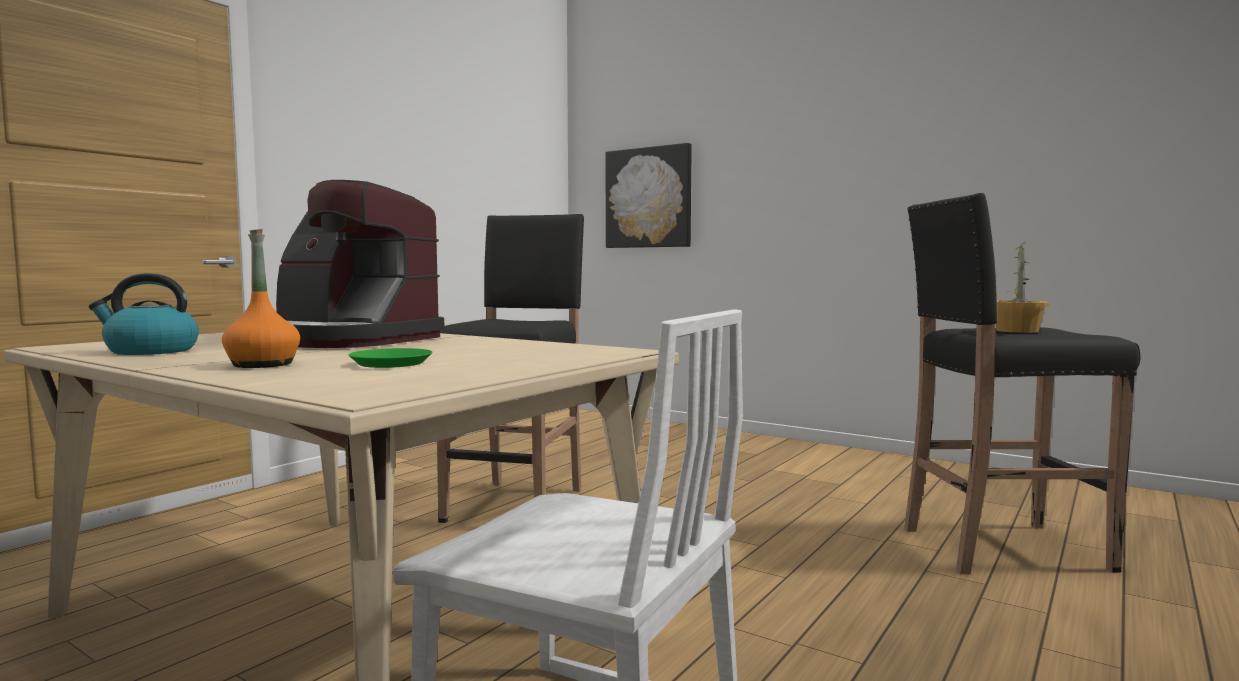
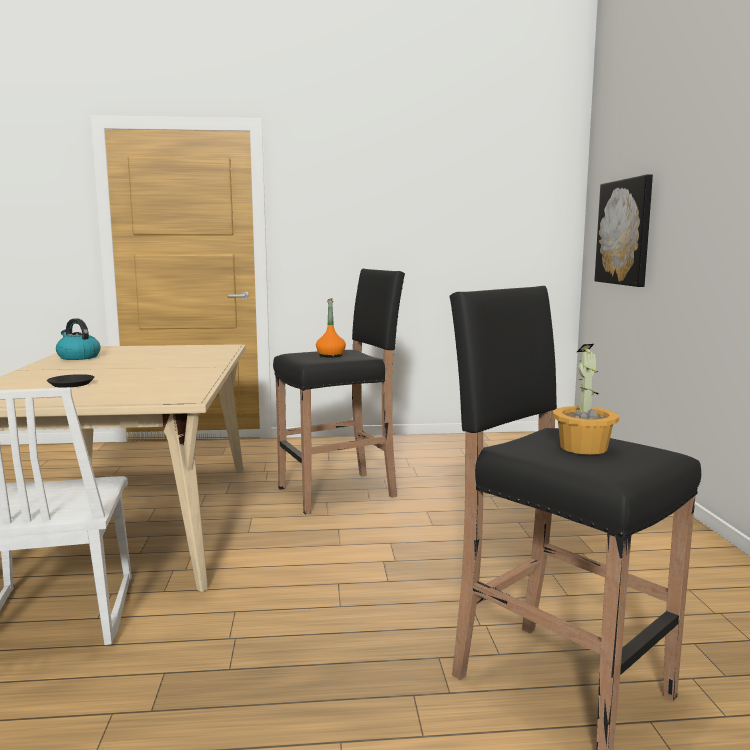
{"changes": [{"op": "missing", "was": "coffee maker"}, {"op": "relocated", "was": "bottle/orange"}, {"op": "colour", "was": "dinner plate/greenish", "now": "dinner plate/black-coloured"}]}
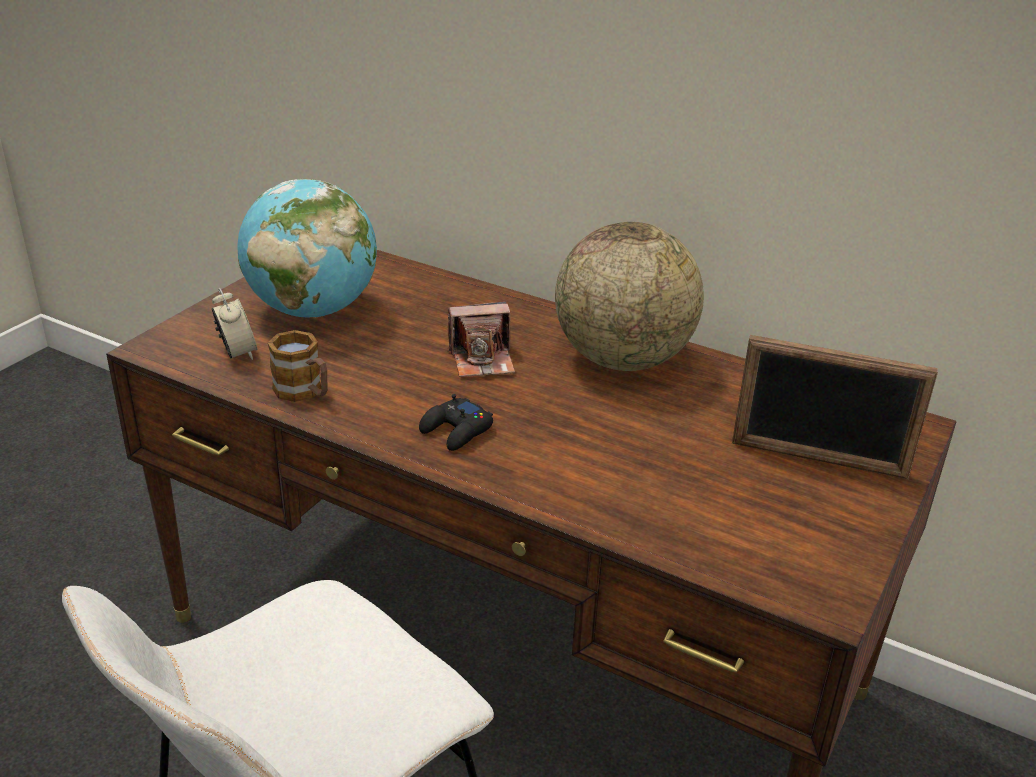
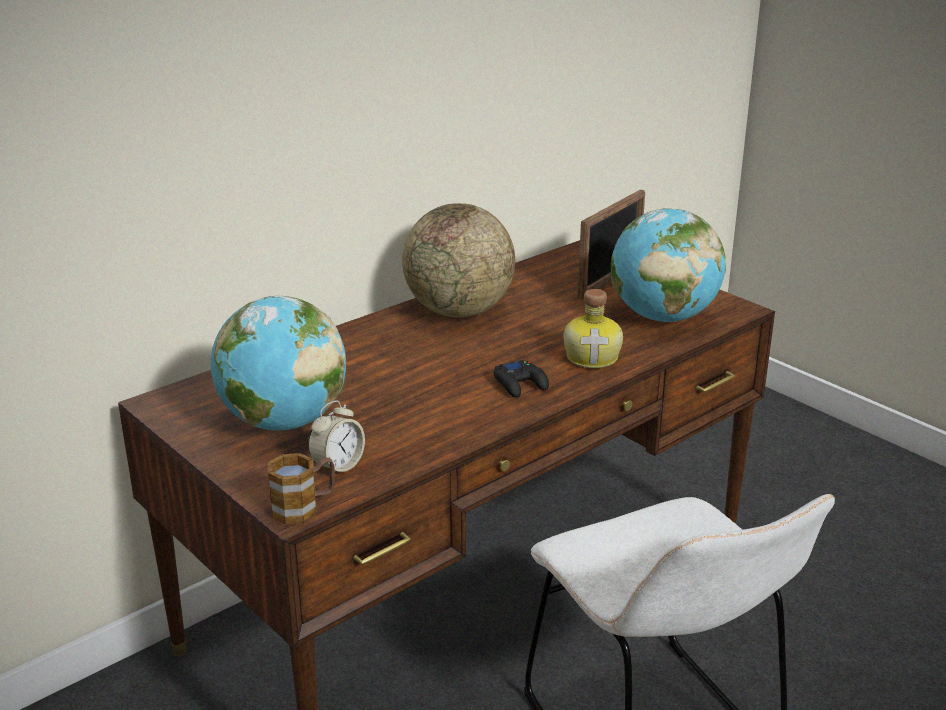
{"changes": [{"op": "missing", "was": "still camera"}, {"op": "appeared", "now": "bottle"}, {"op": "appeared", "now": "globe (no. 3 from left)"}, {"op": "relocated", "was": "coffee mug"}, {"op": "spun", "was": "alarm clock", "clockwise": 135}]}
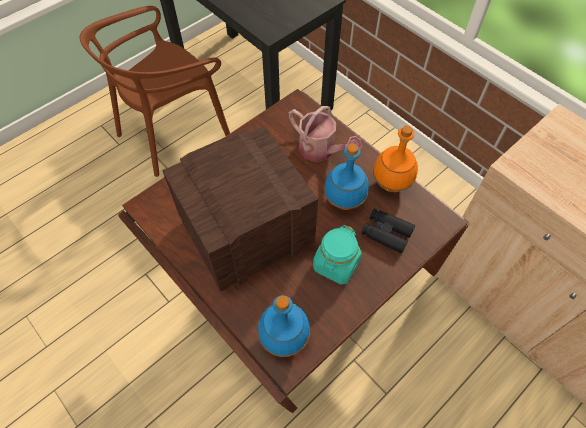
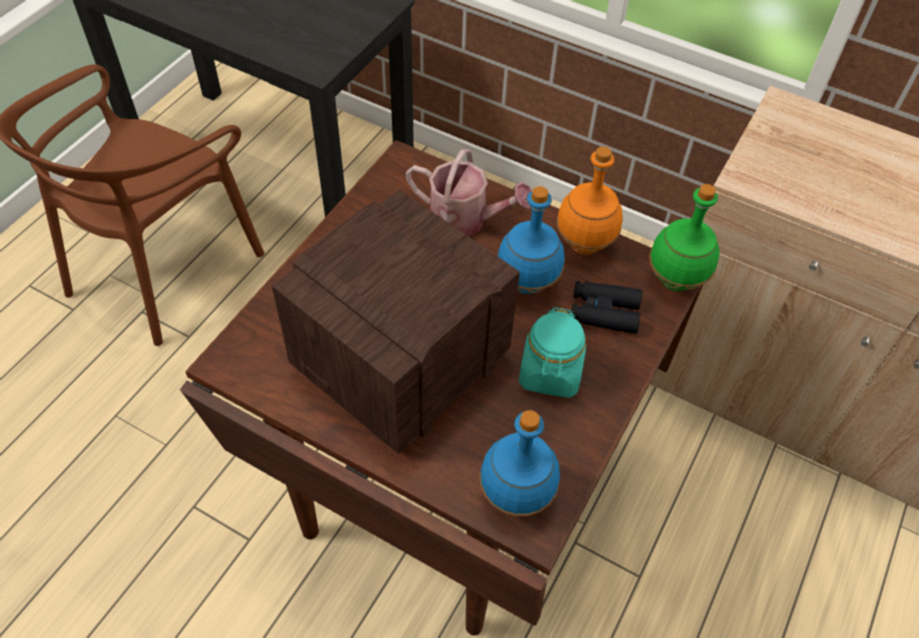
{"changes": [{"op": "appeared", "now": "bottle/greenish"}]}
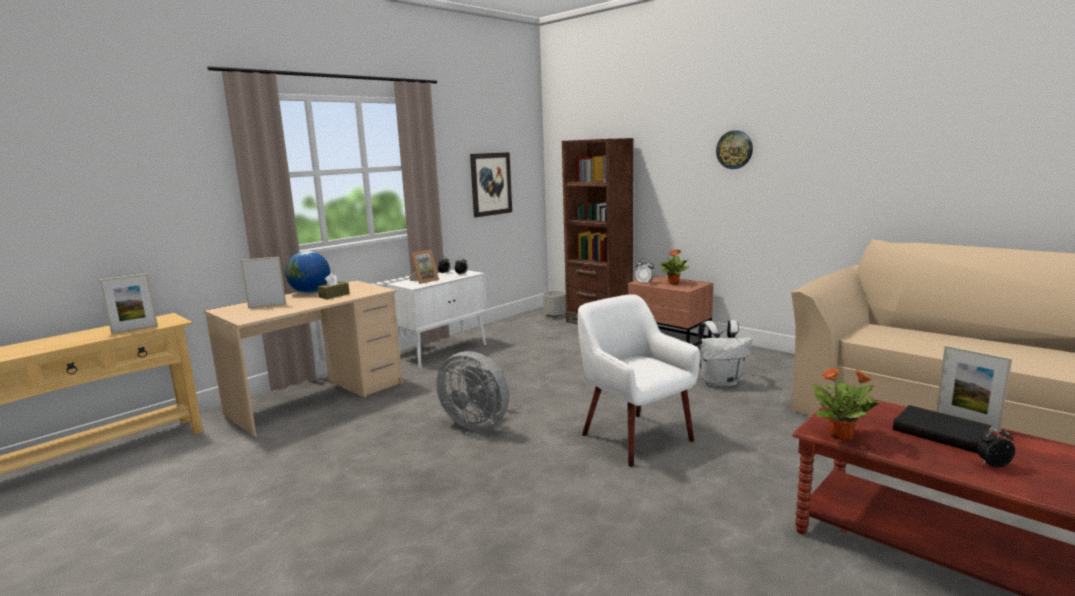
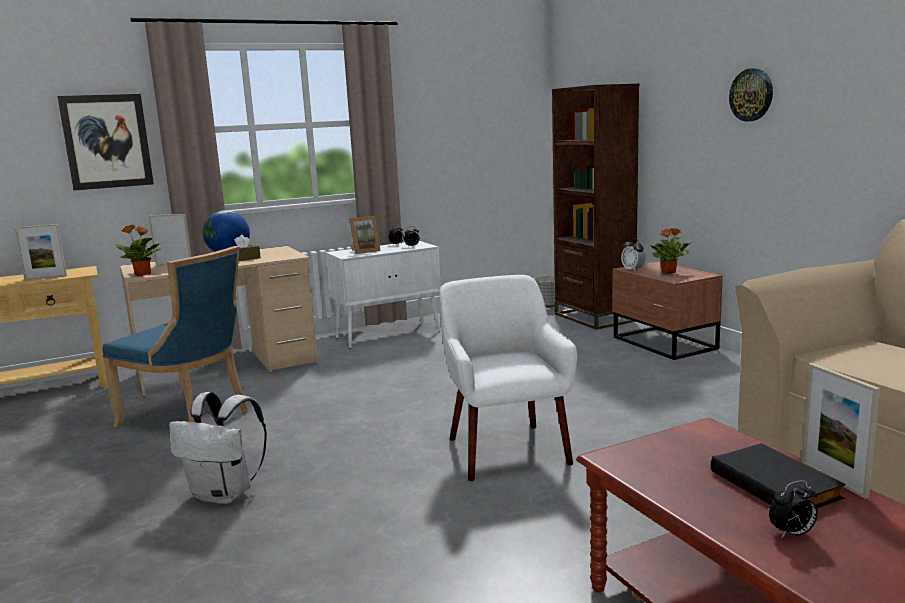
{"changes": [{"op": "missing", "was": "fan/grey"}, {"op": "appeared", "now": "chair/bluish"}, {"op": "relocated", "was": "wall art"}, {"op": "relocated", "was": "knapsack/white"}, {"op": "relocated", "was": "plant in a pot (no. 2 from left in the first image)", "now": "plant in a pot (no. 1 from left)"}, {"op": "spun", "was": "alarm clock (no. 4 from left)", "clockwise": 150}]}
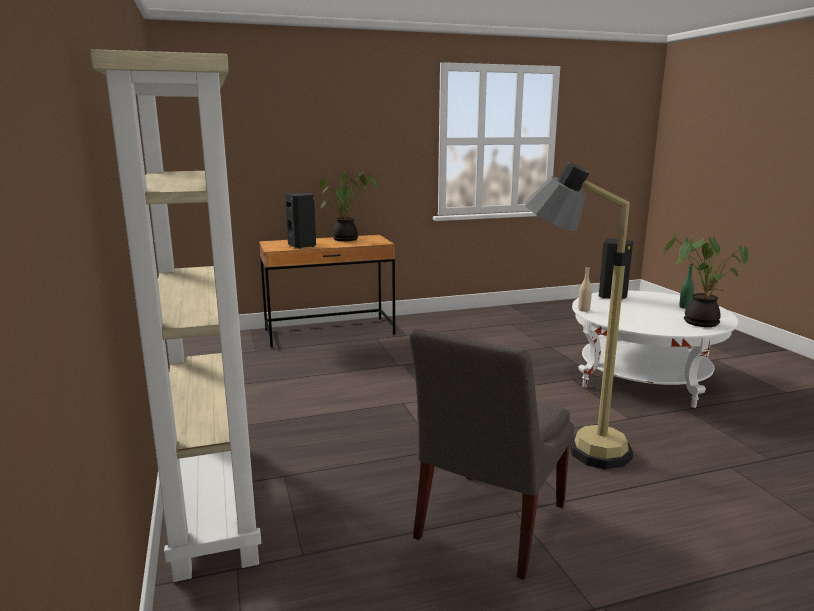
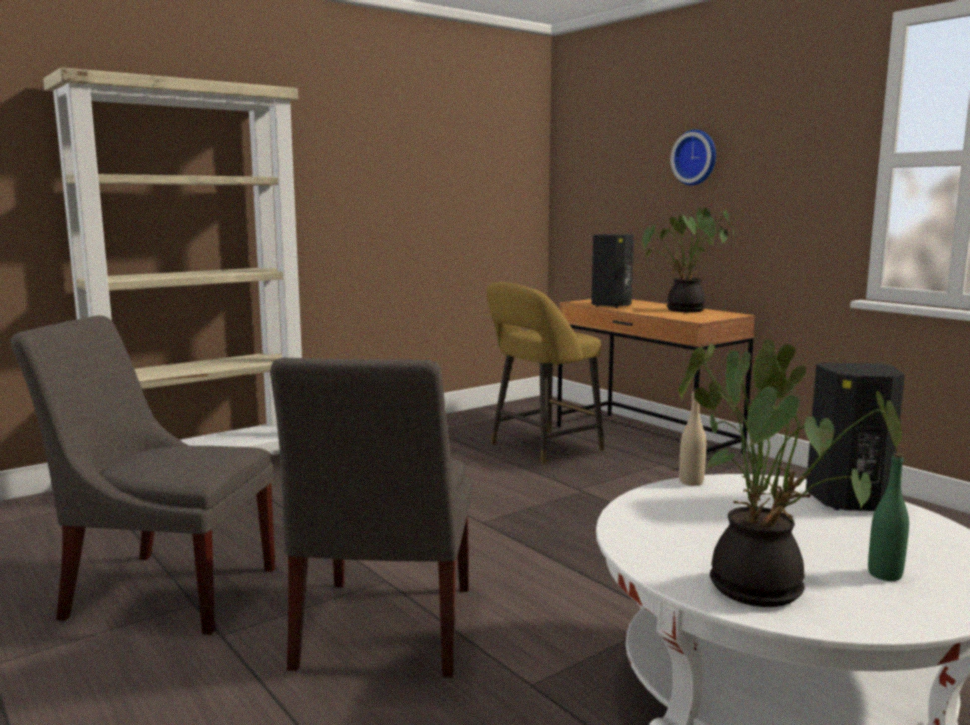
{"changes": [{"op": "appeared", "now": "sitting stool/yellow"}, {"op": "appeared", "now": "hanging clock"}, {"op": "exchanged", "was": "standard lamp", "now": "chair/grey (no. 2 from left)"}]}
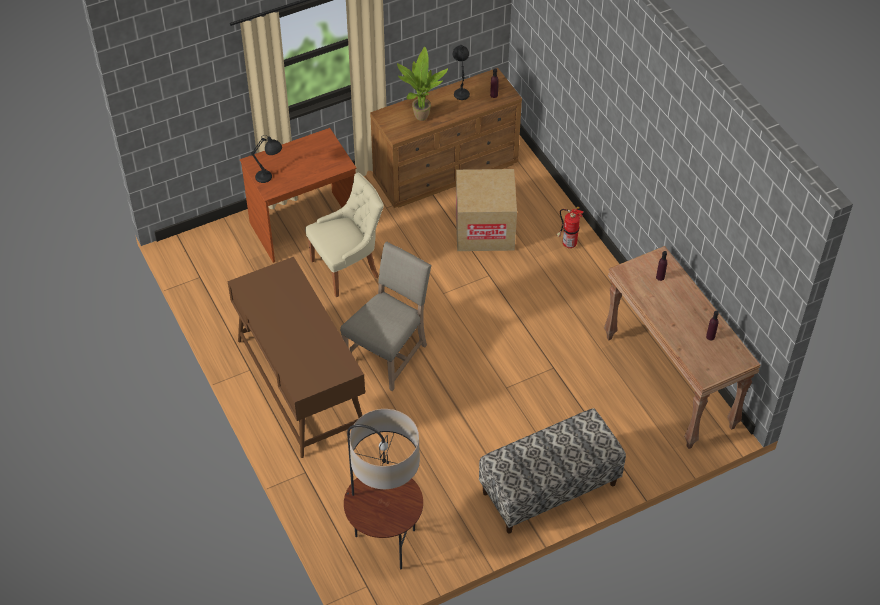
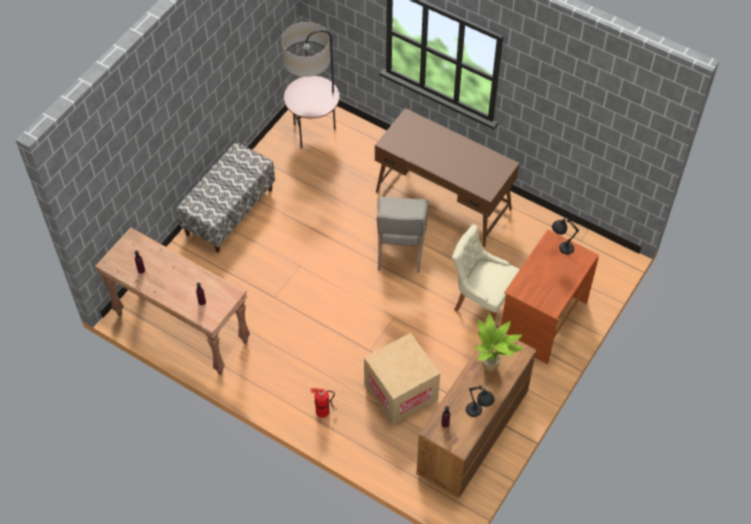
{"changes": [{"op": "spun", "was": "chair/beige (no. 1 from left in the first image)", "clockwise": 90}]}
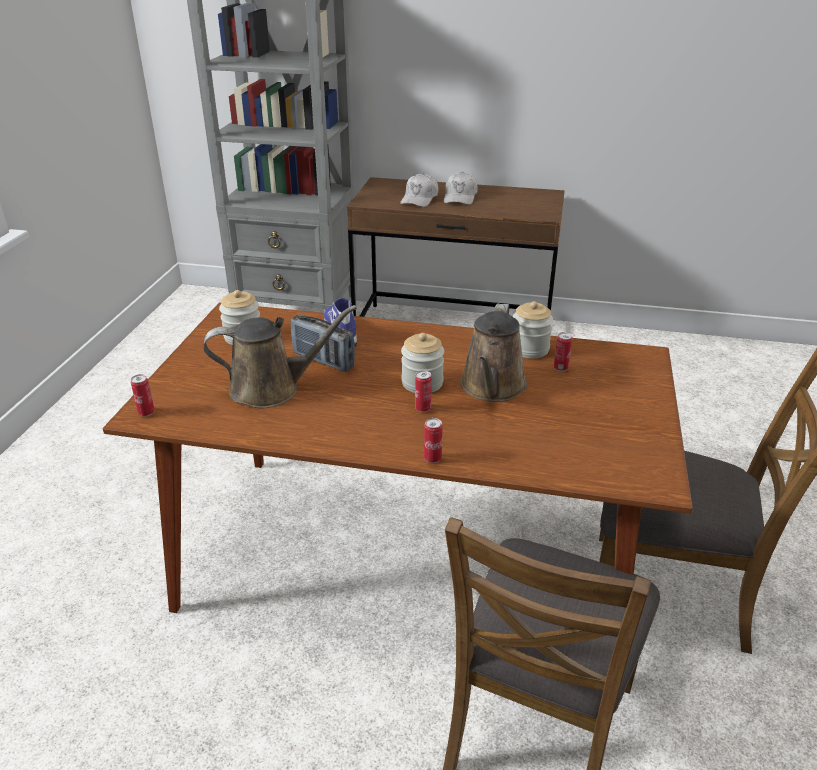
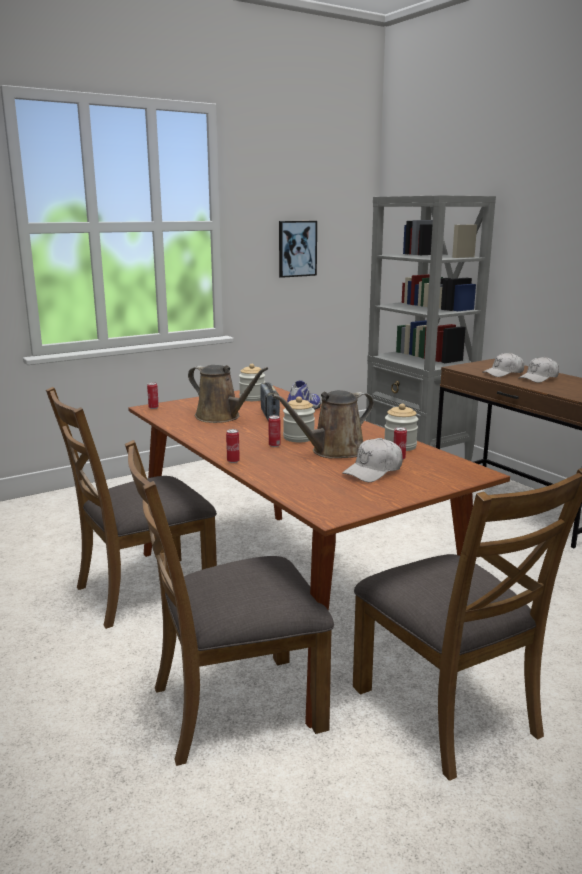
{"changes": [{"op": "appeared", "now": "chair/brownish (no. 1 from left)"}, {"op": "appeared", "now": "wall art"}, {"op": "appeared", "now": "cap/white (no. 1 from left)"}]}
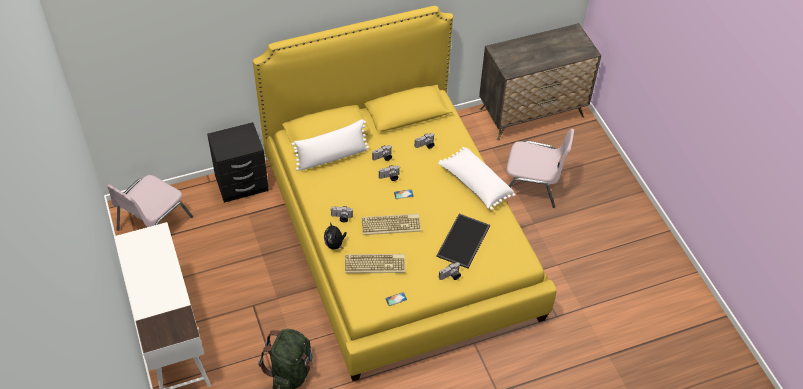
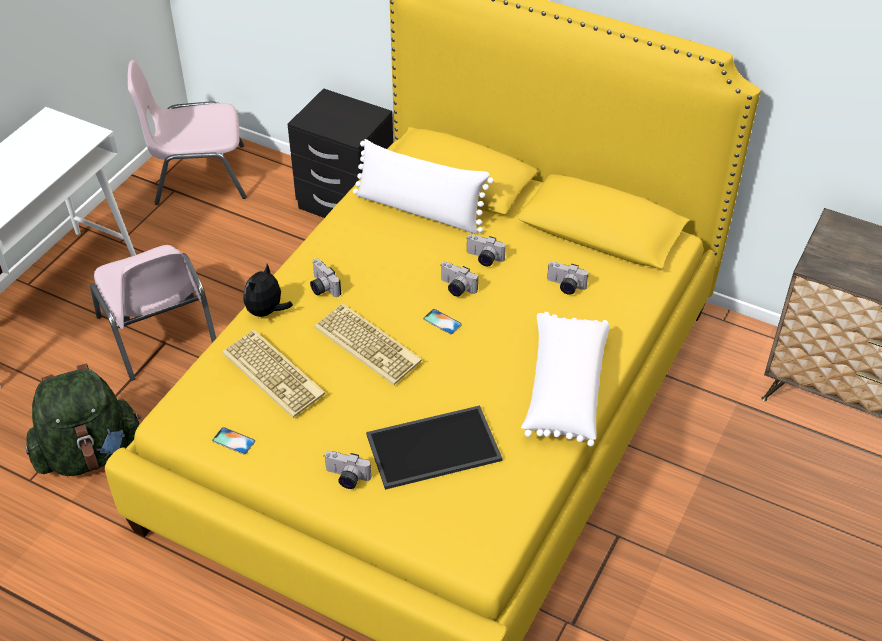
{"changes": [{"op": "relocated", "was": "chair/pink-coloured (no. 2 from left in the first image)", "now": "chair/pink-coloured (no. 1 from left)"}]}
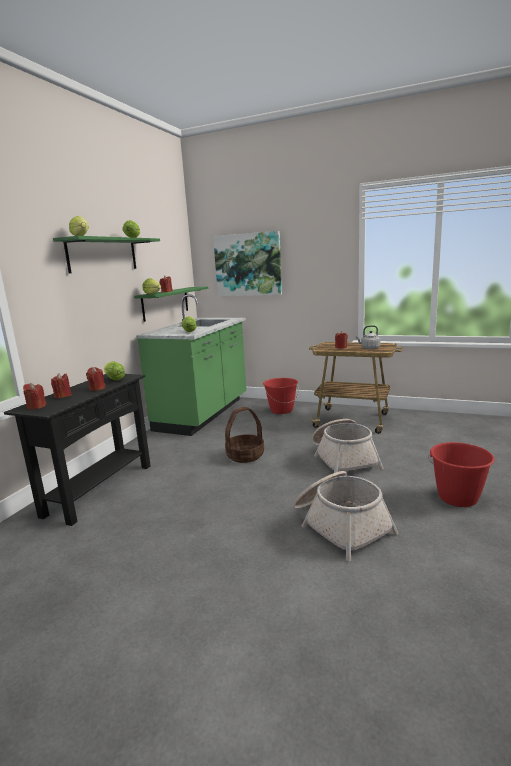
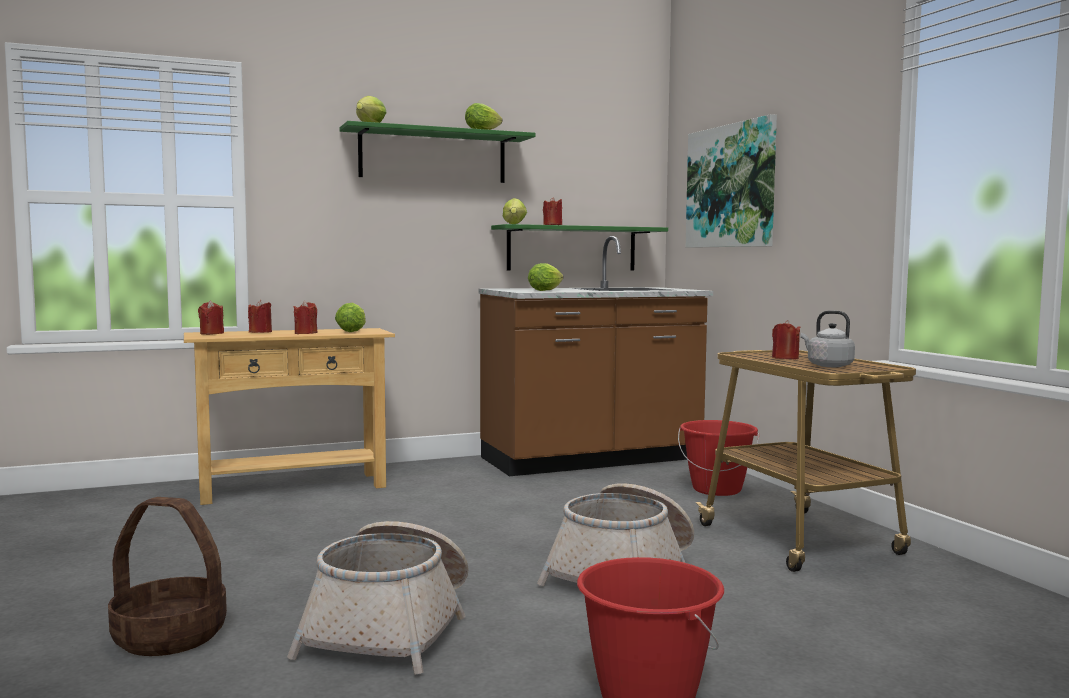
{"changes": [{"op": "relocated", "was": "household basket (no. 1 from left)"}, {"op": "colour", "was": "narrow table/black-coloured", "now": "narrow table/beige"}, {"op": "colour", "was": "counter/greenish", "now": "counter/brownish"}]}
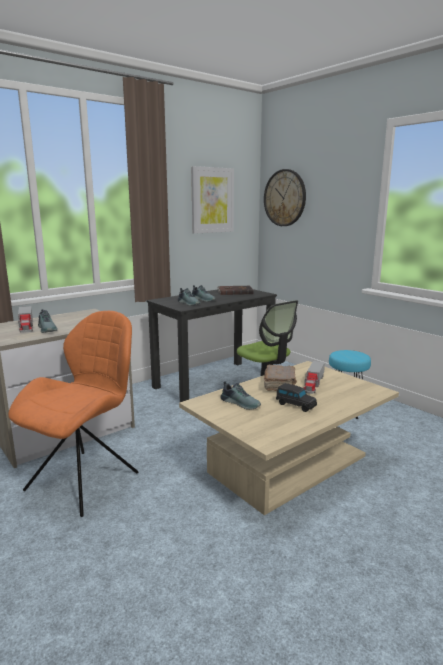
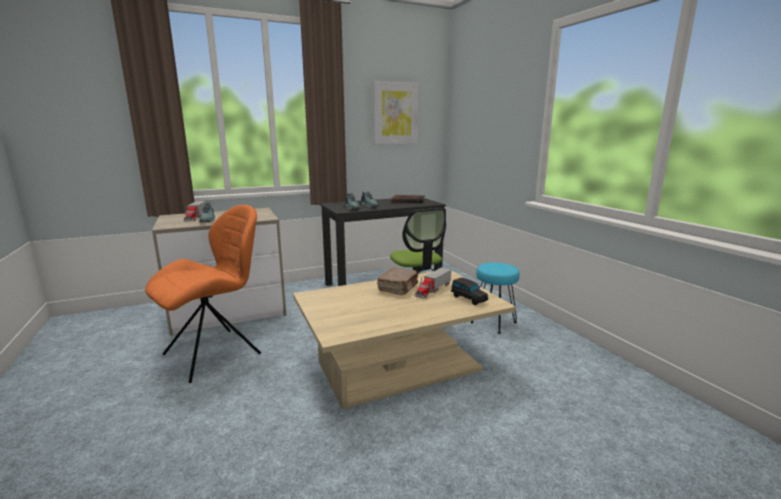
{"changes": [{"op": "missing", "was": "low shoe (no. 4 from left)"}, {"op": "missing", "was": "hanging clock"}, {"op": "relocated", "was": "miniature car/black-coloured"}]}
